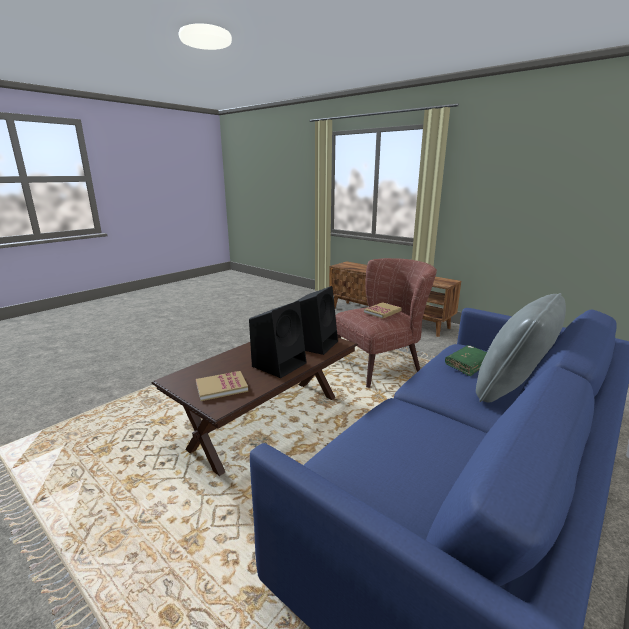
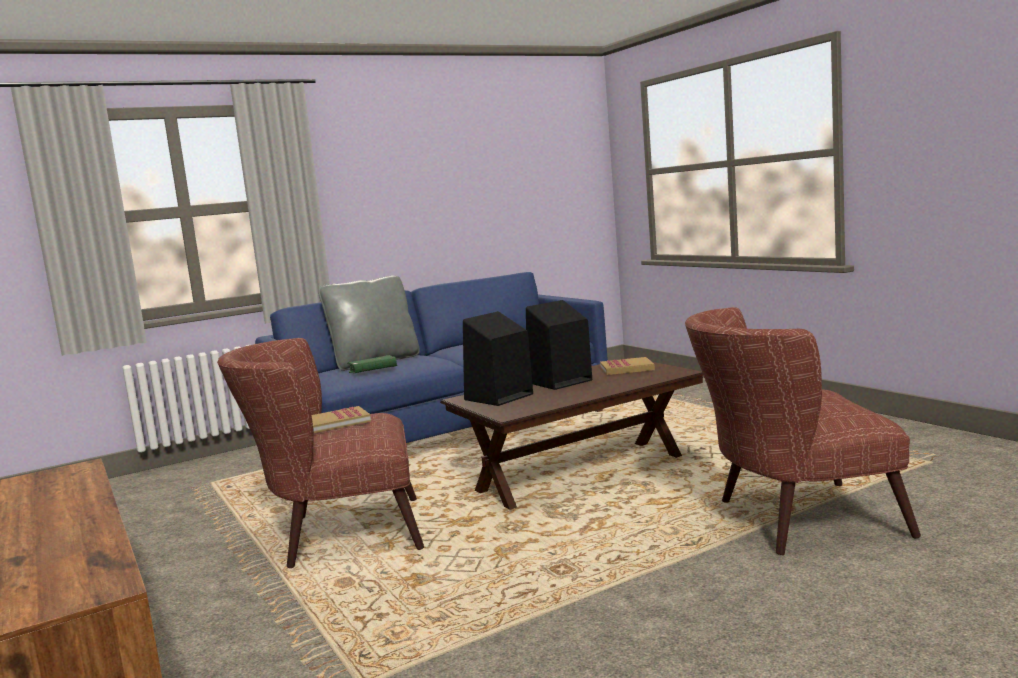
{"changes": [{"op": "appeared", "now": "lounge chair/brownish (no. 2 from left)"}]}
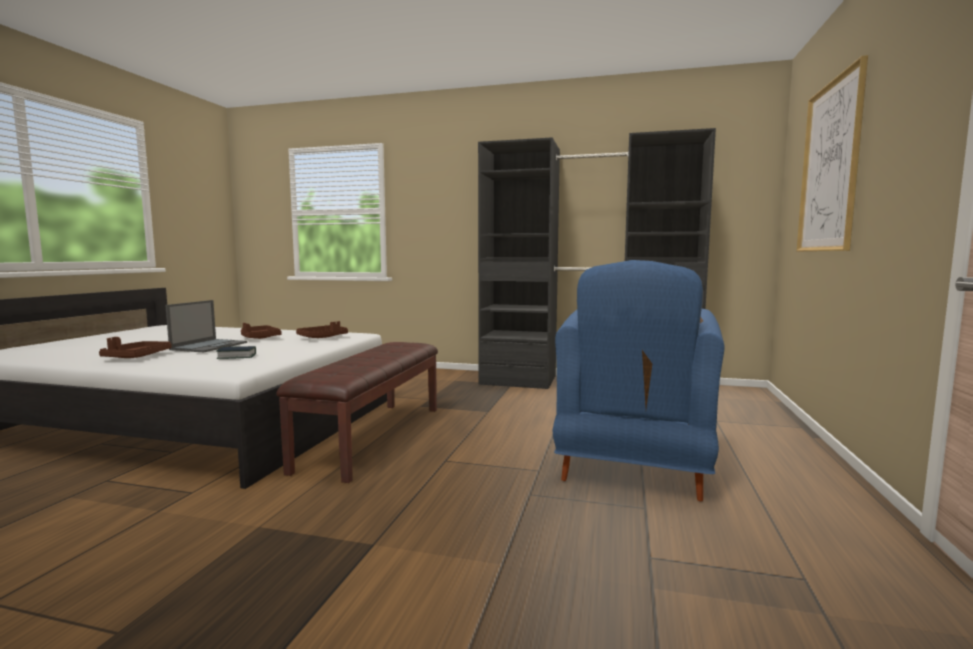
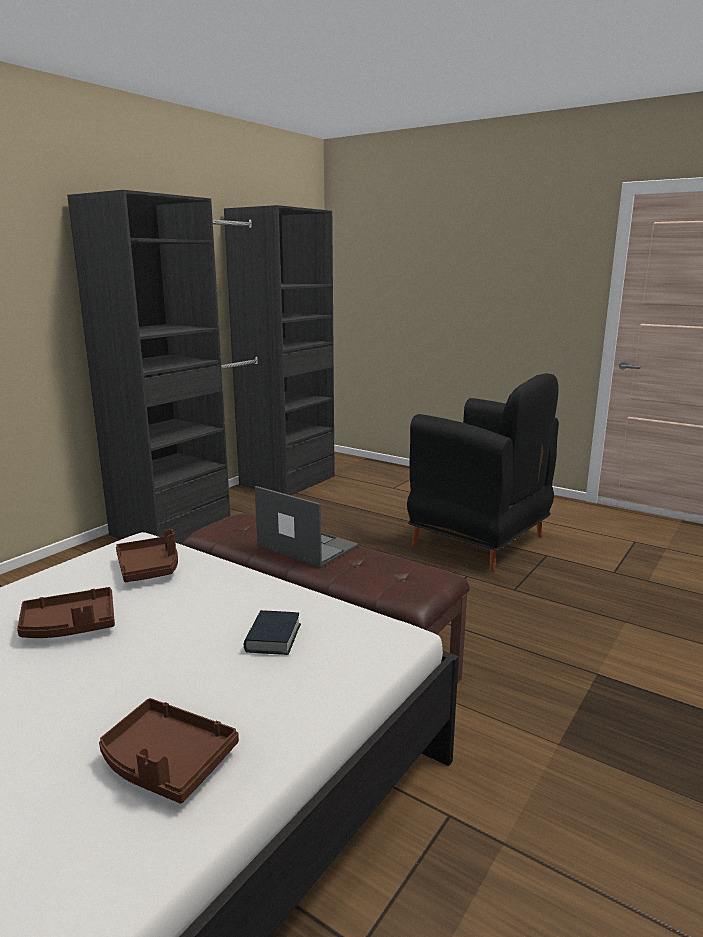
{"changes": [{"op": "missing", "was": "wall art"}, {"op": "relocated", "was": "portable computer"}, {"op": "colour", "was": "lounge chair/bluish", "now": "lounge chair/black-coloured"}]}
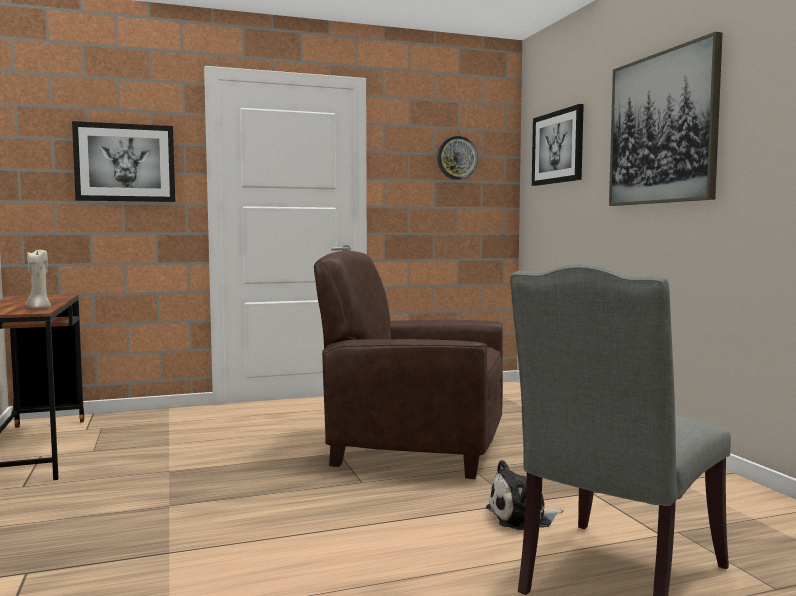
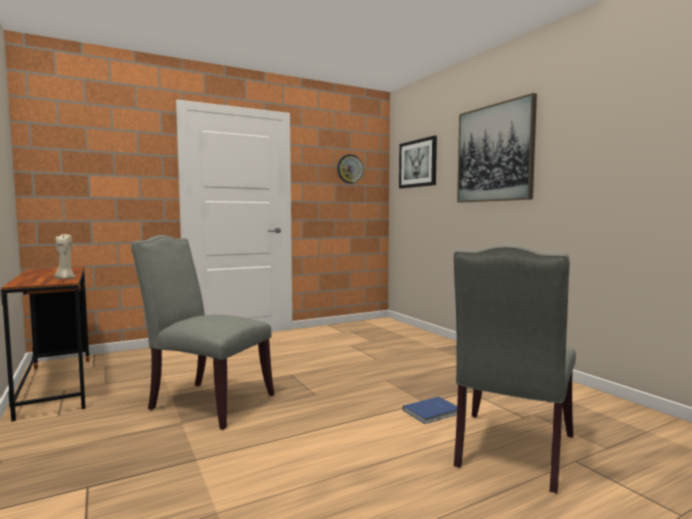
{"changes": [{"op": "missing", "was": "wall art (no. 1 from left)"}, {"op": "missing", "was": "lounge chair/brownish"}, {"op": "appeared", "now": "chair/grey (no. 1 from left)"}, {"op": "exchanged", "was": "cuddly toy", "now": "bound book/bluish"}]}
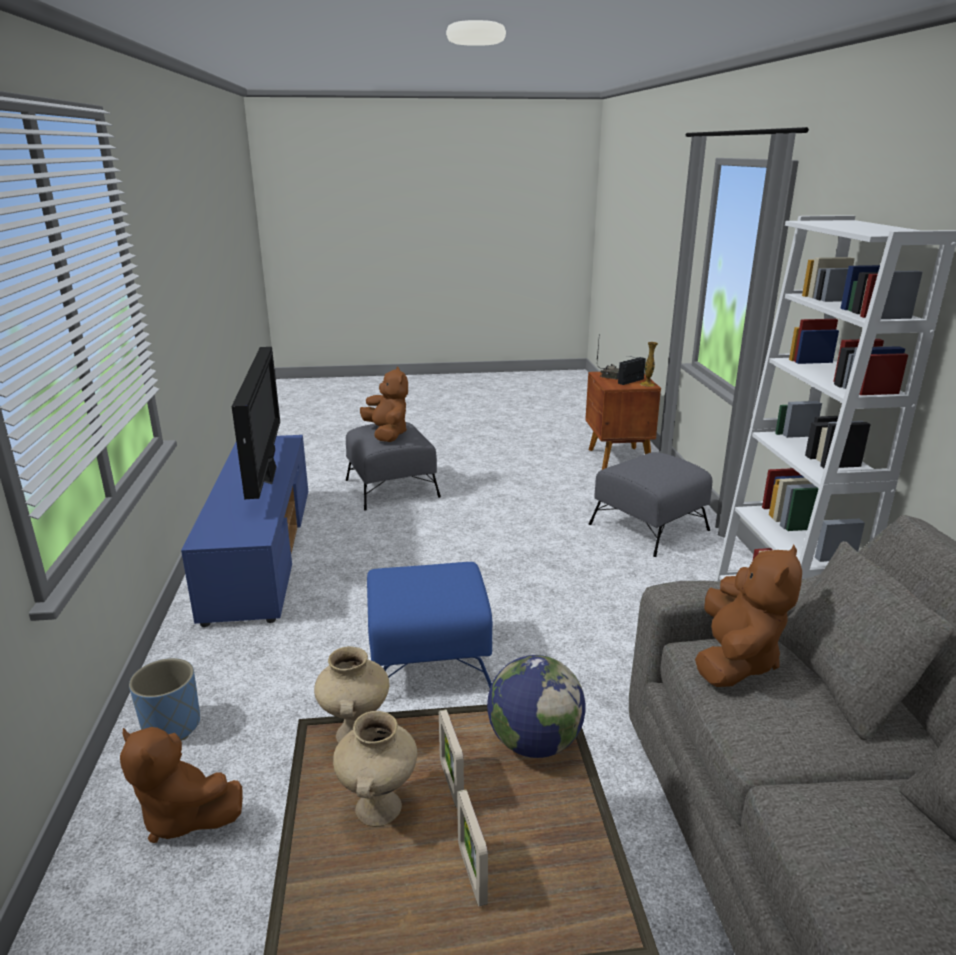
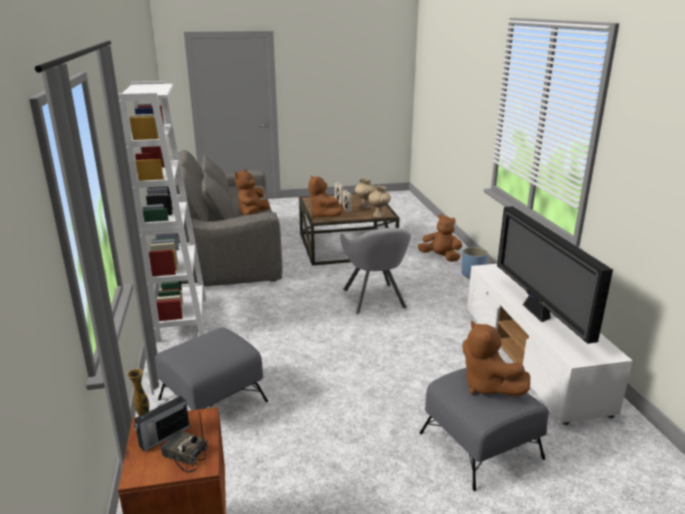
{"changes": [{"op": "exchanged", "was": "footrest/bluish", "now": "lounge chair/grey"}, {"op": "exchanged", "was": "globe", "now": "cuddly toy/brownish (no. 2 from left)"}, {"op": "colour", "was": "tv unit/bluish", "now": "tv unit/white"}]}
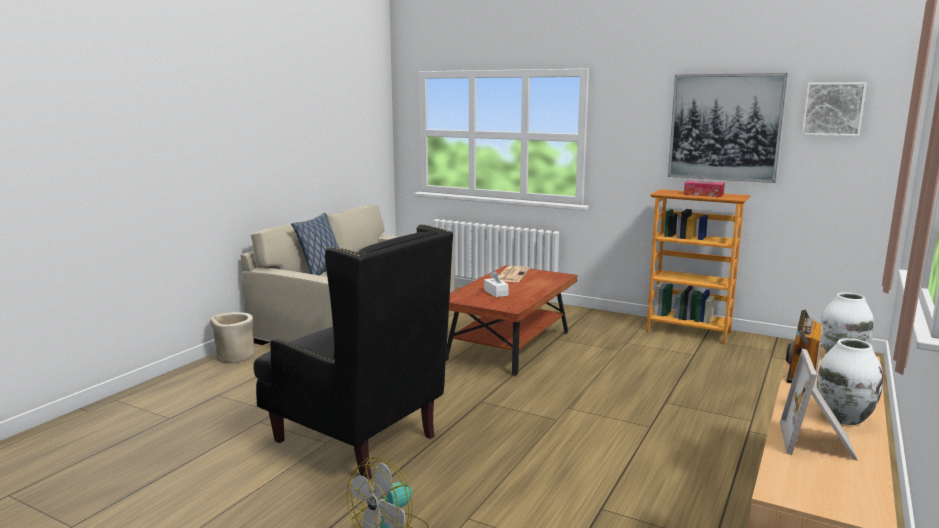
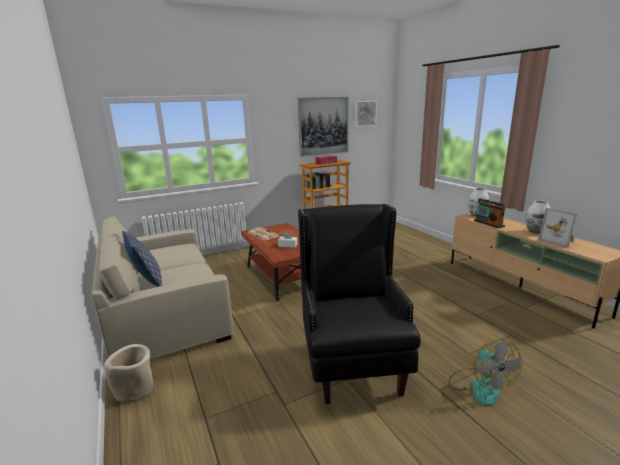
{"changes": [{"op": "spun", "was": "lounge chair/black-coloured", "clockwise": -75}]}
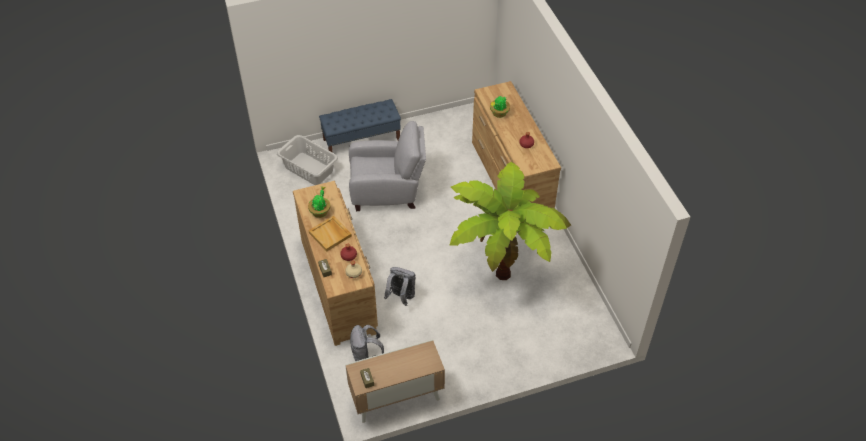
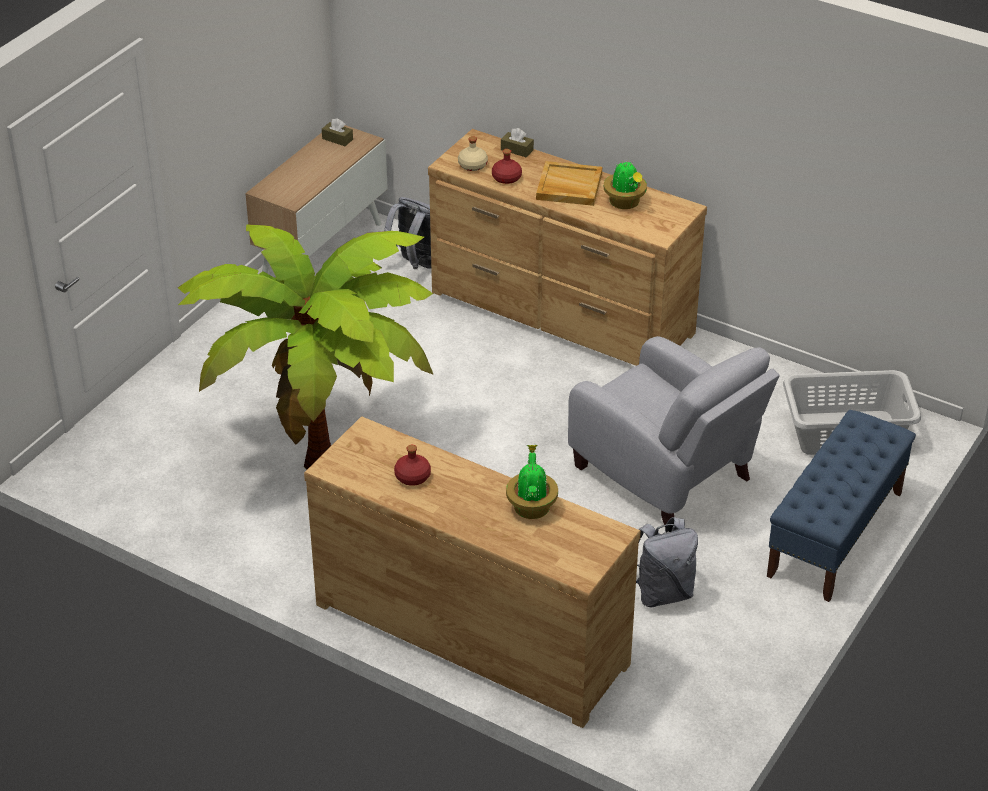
{"changes": [{"op": "relocated", "was": "knapsack/grey (no. 2 from left)"}, {"op": "spun", "was": "lounge chair/grey", "clockwise": -90}]}
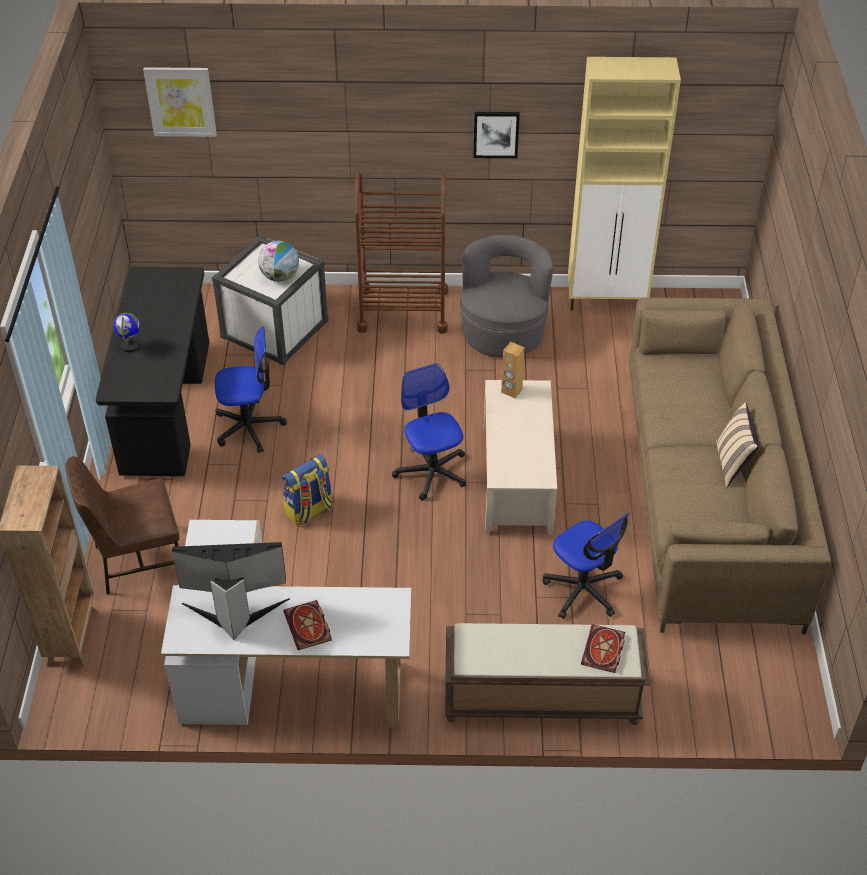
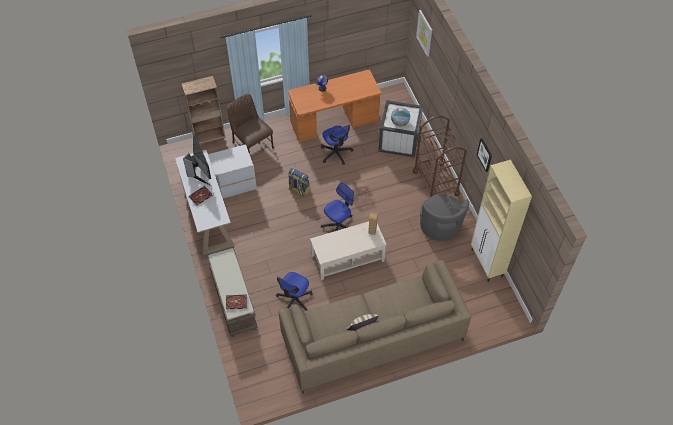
{"changes": [{"op": "colour", "was": "desk table/black-coloured", "now": "desk table/orange"}, {"op": "spun", "was": "lounge chair/grey", "clockwise": 90}]}
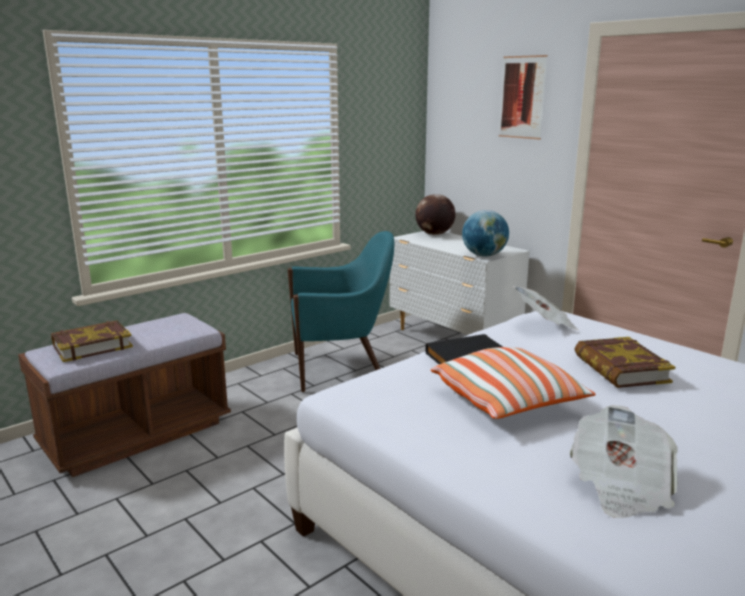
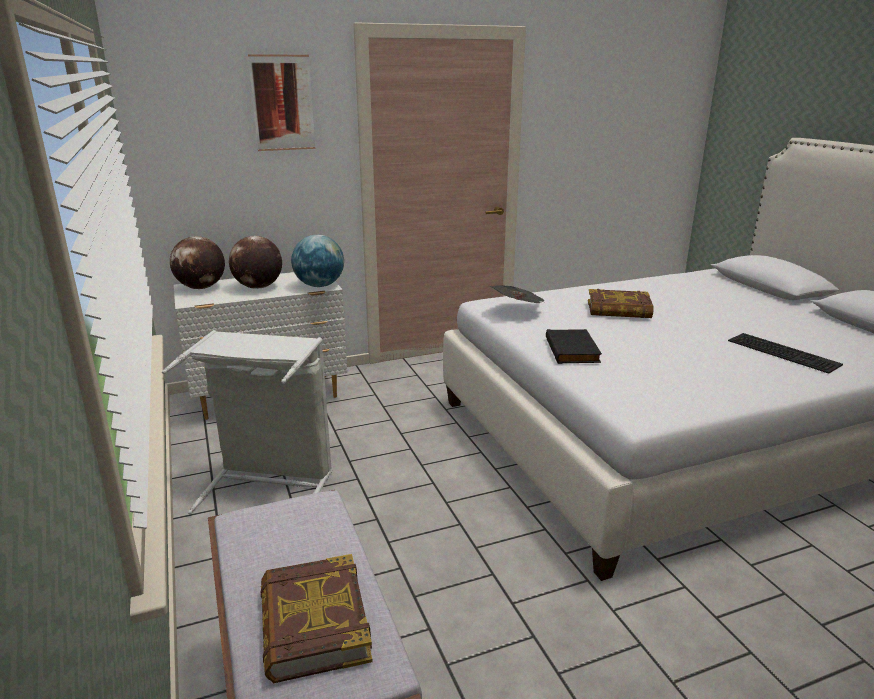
{"changes": [{"op": "missing", "was": "throw pillow"}, {"op": "appeared", "now": "globe (no. 2 from left)"}, {"op": "exchanged", "was": "lounge chair/turquoise-coloured", "now": "washing basket/grey"}, {"op": "exchanged", "was": "newspaper (no. 2 from left)", "now": "PC keyboard"}]}
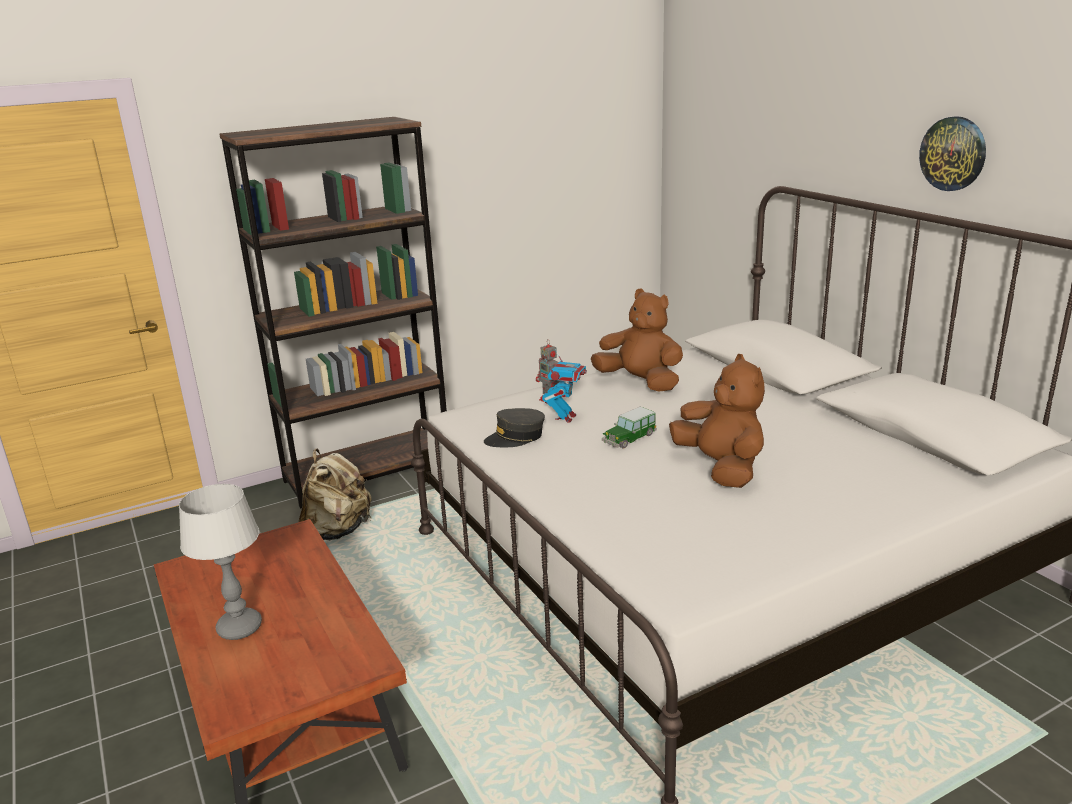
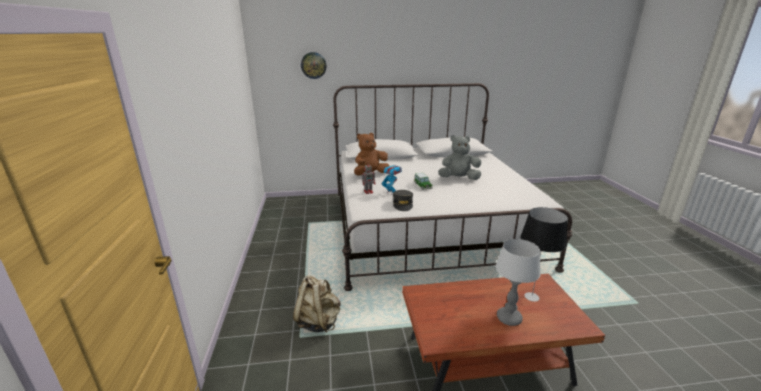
{"changes": [{"op": "missing", "was": "bookcase/brownish"}, {"op": "appeared", "now": "table lamp (no. 2 from left)"}, {"op": "relocated", "was": "hanging clock"}, {"op": "colour", "was": "cuddly toy/brownish (no. 2 from left)", "now": "cuddly toy/grey"}]}
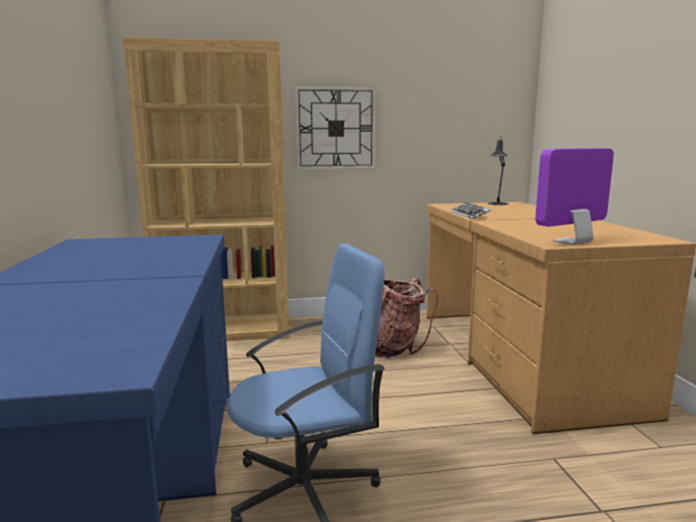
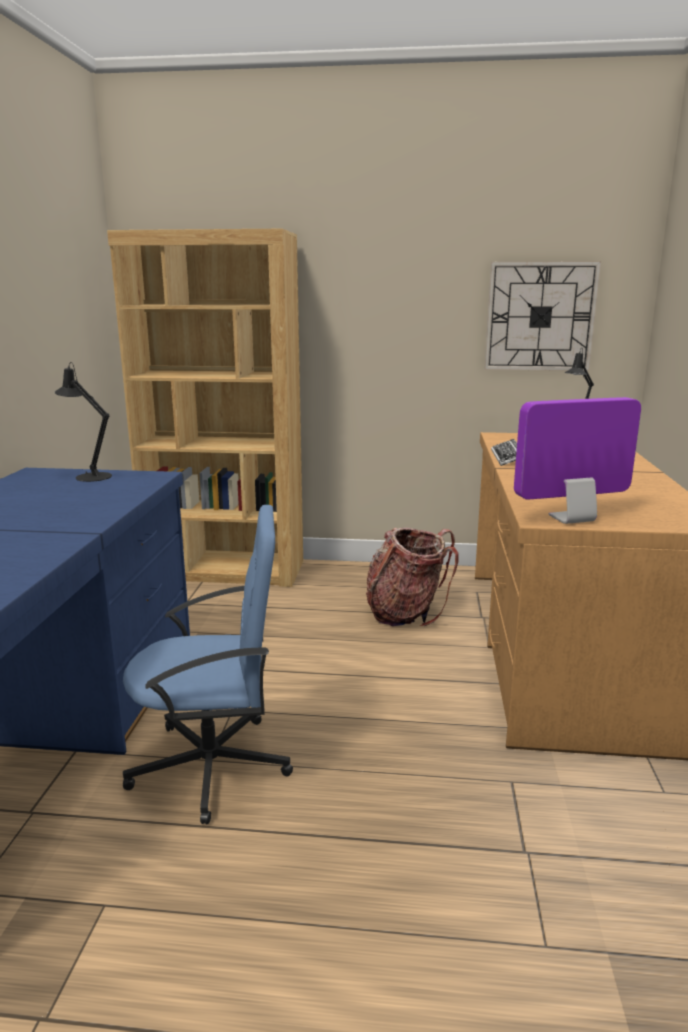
{"changes": [{"op": "appeared", "now": "table lamp/black-coloured (no. 1 from left)"}, {"op": "relocated", "was": "hanging clock"}]}
